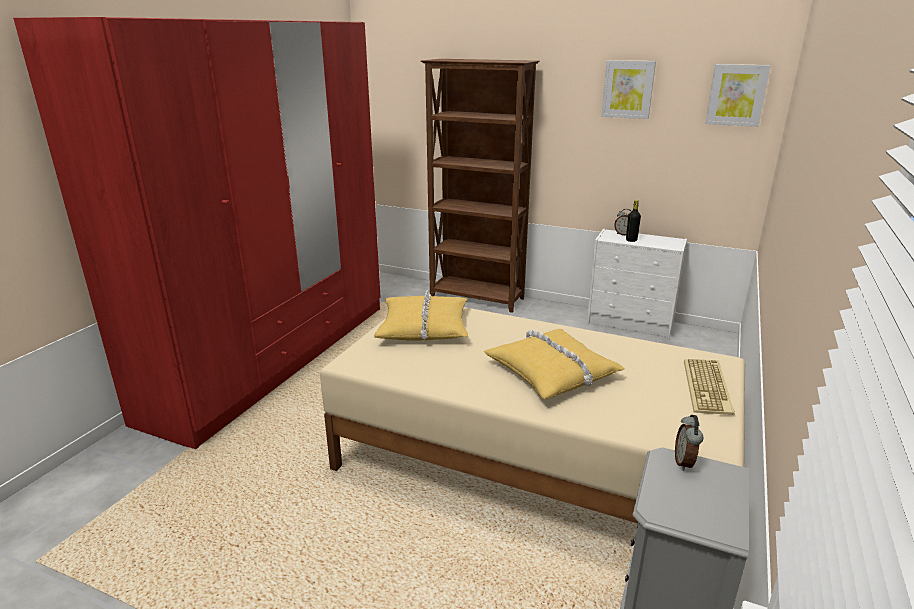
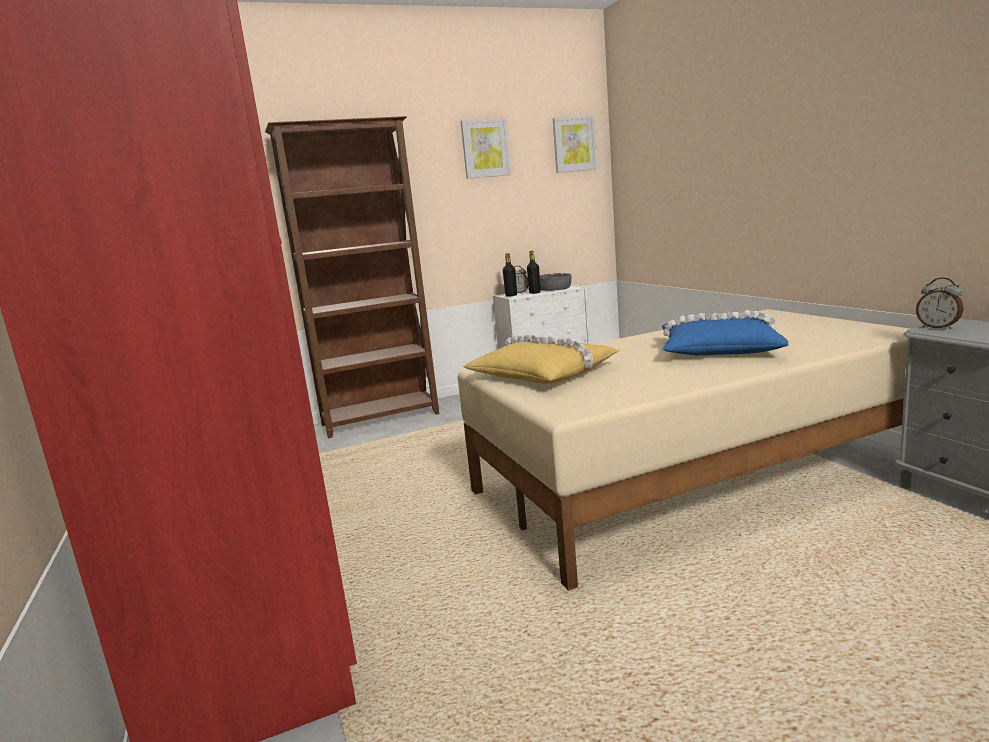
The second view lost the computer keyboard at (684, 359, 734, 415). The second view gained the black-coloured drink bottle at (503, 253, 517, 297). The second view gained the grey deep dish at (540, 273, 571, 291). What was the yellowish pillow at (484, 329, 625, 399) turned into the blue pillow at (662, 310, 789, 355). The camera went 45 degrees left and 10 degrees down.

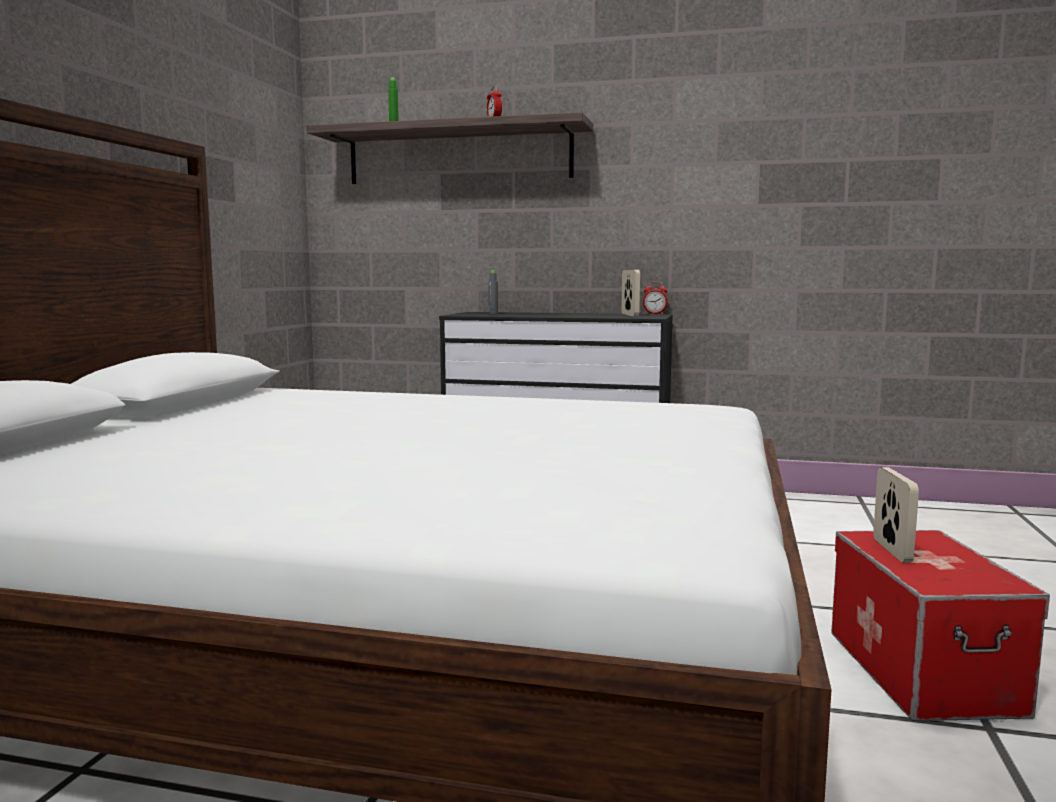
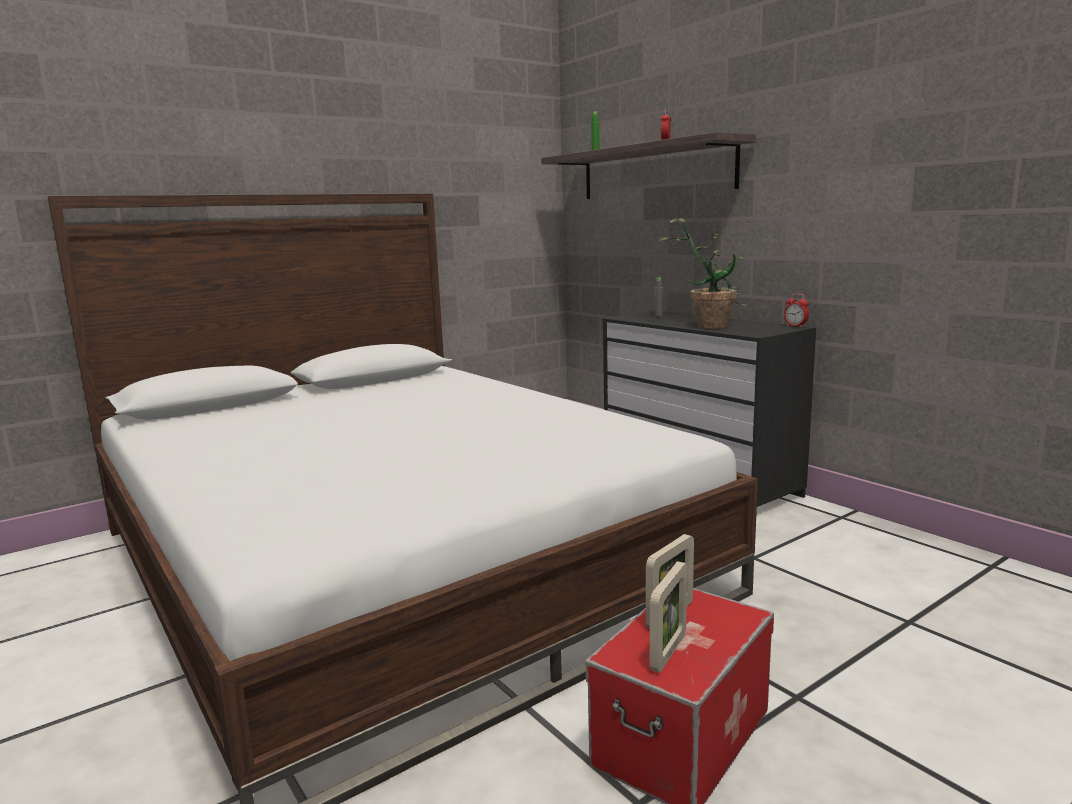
The second view gained the houseplant at (658, 218, 748, 329). The standing frame ended up elsewhere, having gone from (621, 270, 640, 316) to (650, 561, 687, 673). The camera went 40 degrees right and 5 degrees up.

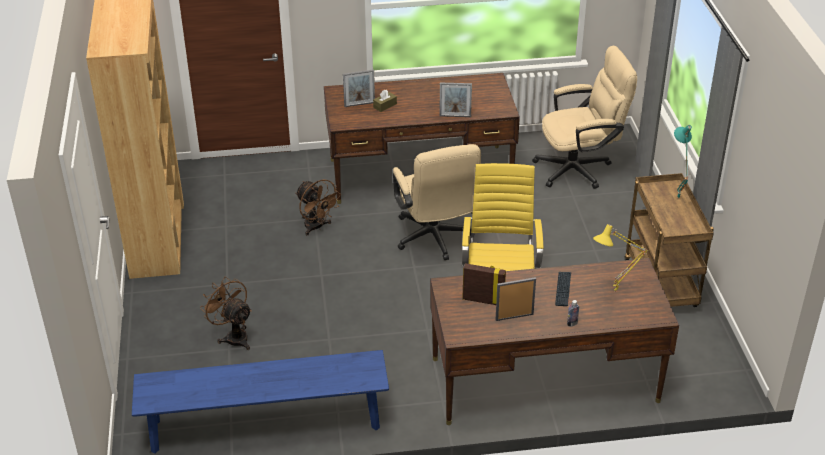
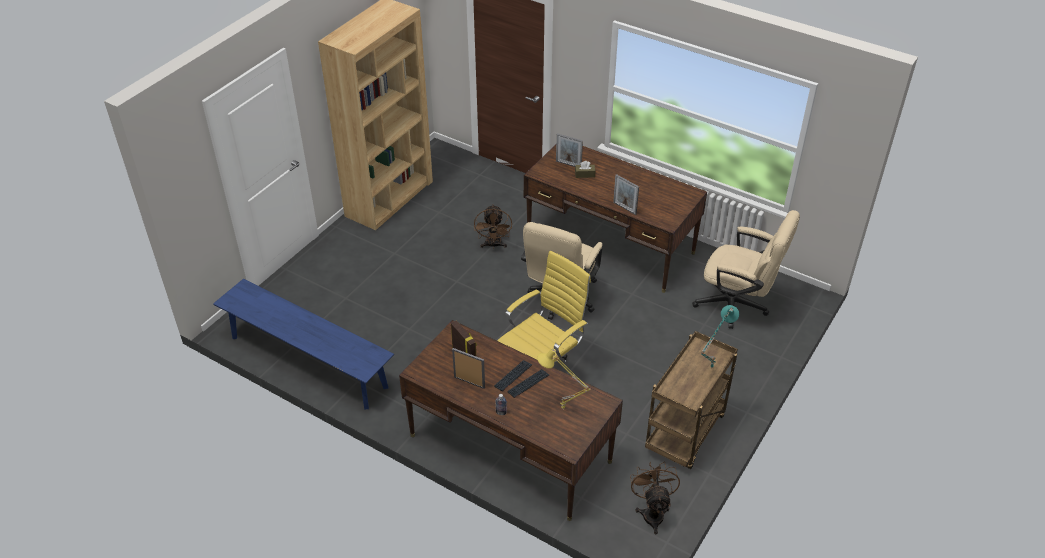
The second view gained the computer keyboard at (494, 360, 532, 391). The brownish fan ended up elsewhere, having gone from (200, 277, 252, 350) to (630, 462, 680, 534). The camera went 40 degrees right and 5 degrees up.

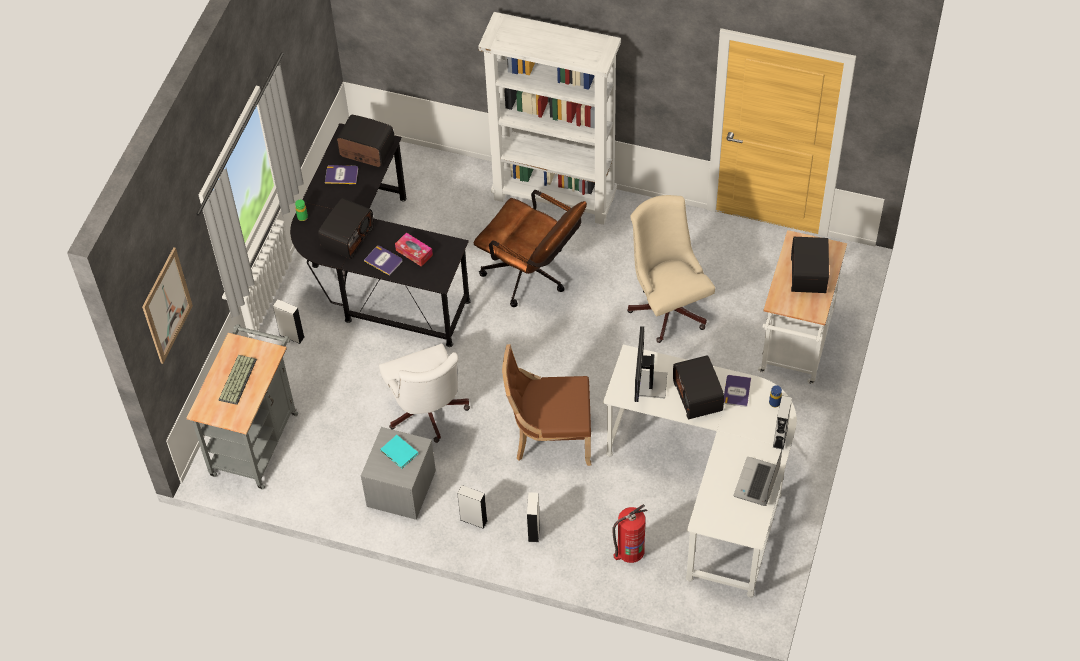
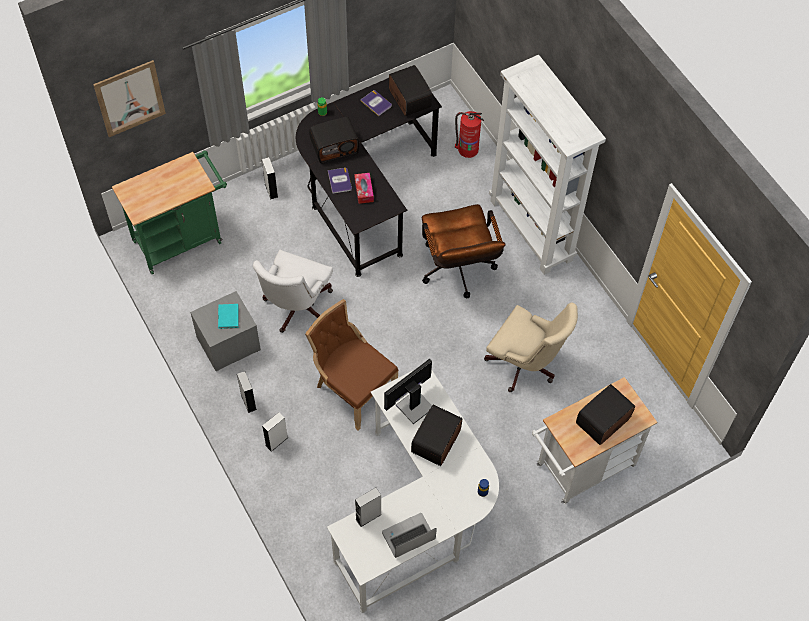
The second view lost the computer keyboard at (219, 355, 257, 405). The second view lost the volume at (724, 375, 751, 407). The extinguisher ended up elsewhere, having gone from (612, 504, 647, 563) to (455, 111, 484, 158). The grey speaker ended up elsewhere, having gone from (773, 396, 792, 449) to (355, 488, 382, 527). What was the grey trolley at (187, 324, 298, 490) turned into the greenish trolley at (112, 151, 227, 274). The sand-coloured desk chair at (627, 195, 715, 343) ended up facing another way, 105 degrees clockwise from before. The camera went 40 degrees right and 5 degrees up.

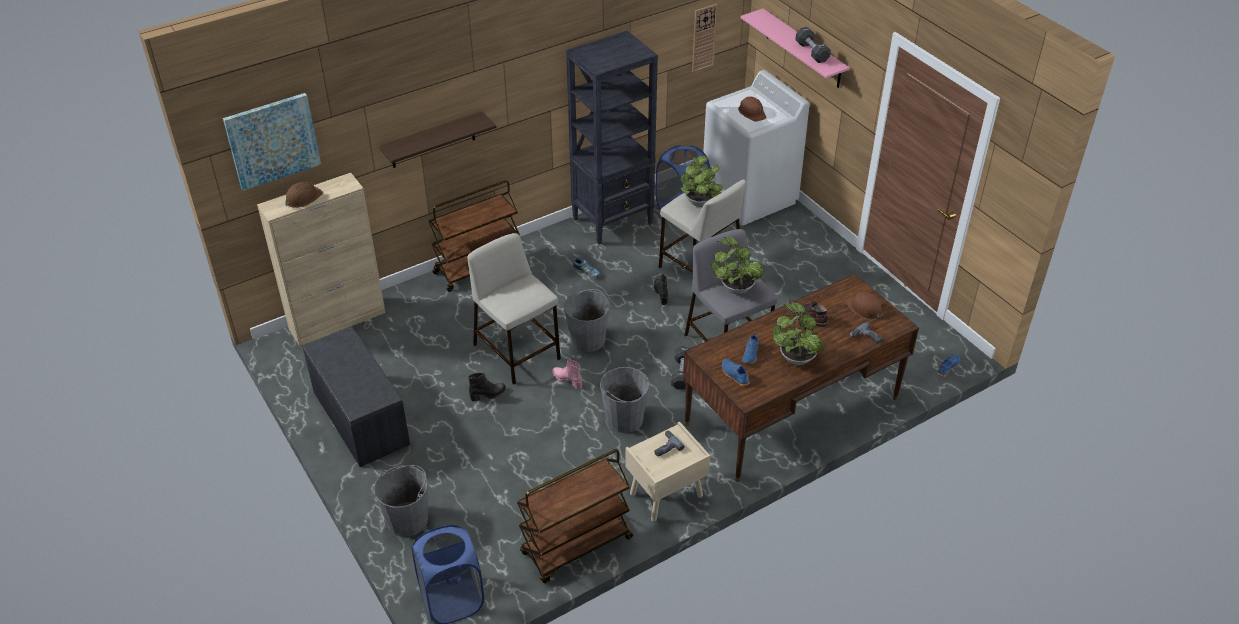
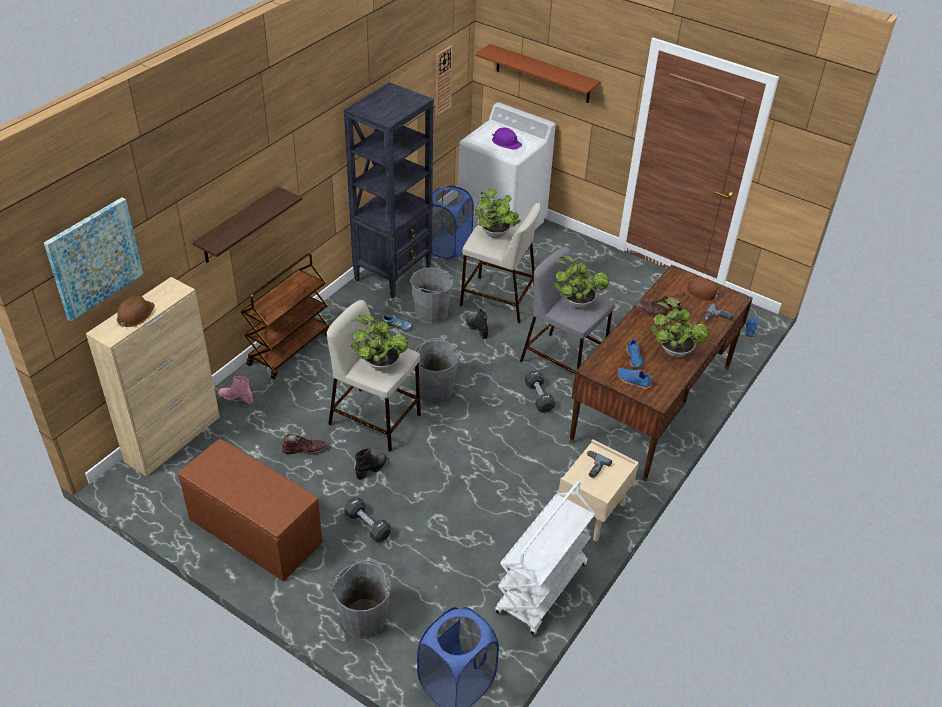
The second view gained the brownish tall boot at (281, 434, 329, 454). The second view gained the houseplant at (351, 314, 408, 371). The pinkish tall boot ended up elsewhere, having gone from (552, 359, 582, 390) to (218, 375, 253, 403). The grey water bucket ended up elsewhere, having gone from (600, 367, 650, 433) to (410, 267, 453, 324). The black-coloured free weight ended up elsewhere, having gone from (795, 27, 831, 63) to (344, 497, 391, 542). What was the grey bench at (303, 327, 410, 467) turned into the brownish bench at (178, 439, 323, 582). What was the brownish trolley at (517, 449, 633, 583) turned into the white trolley at (495, 481, 595, 635). What was the brownish safety helmet at (738, 97, 766, 122) turned into the purple-coloured safety helmet at (492, 128, 522, 150). What was the pinkish bracket shelf at (740, 9, 850, 88) turned into the brownish bracket shelf at (475, 44, 601, 103). The camera went 25 degrees left and 0 degrees up.

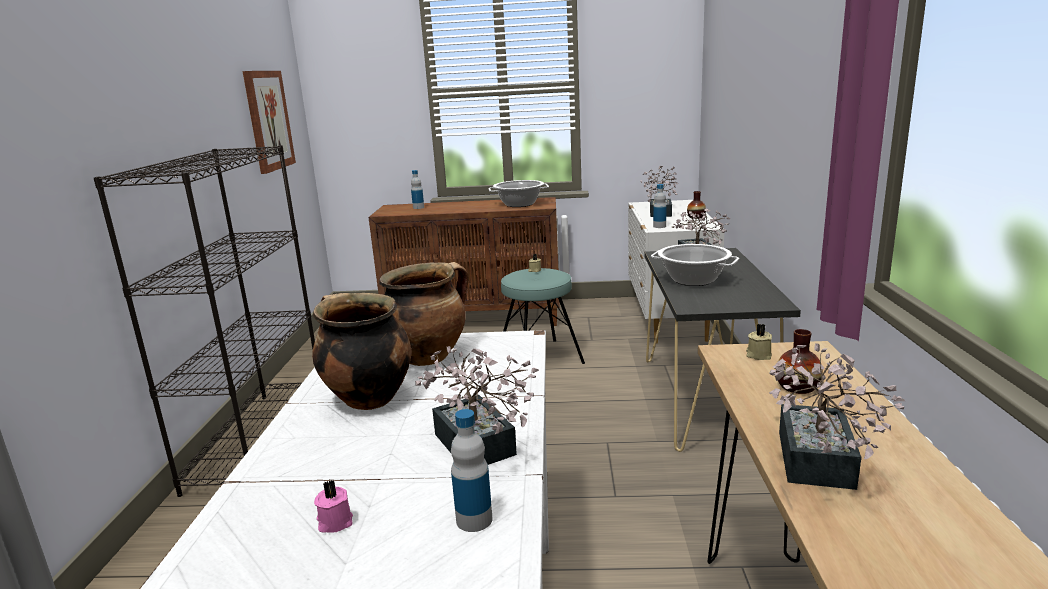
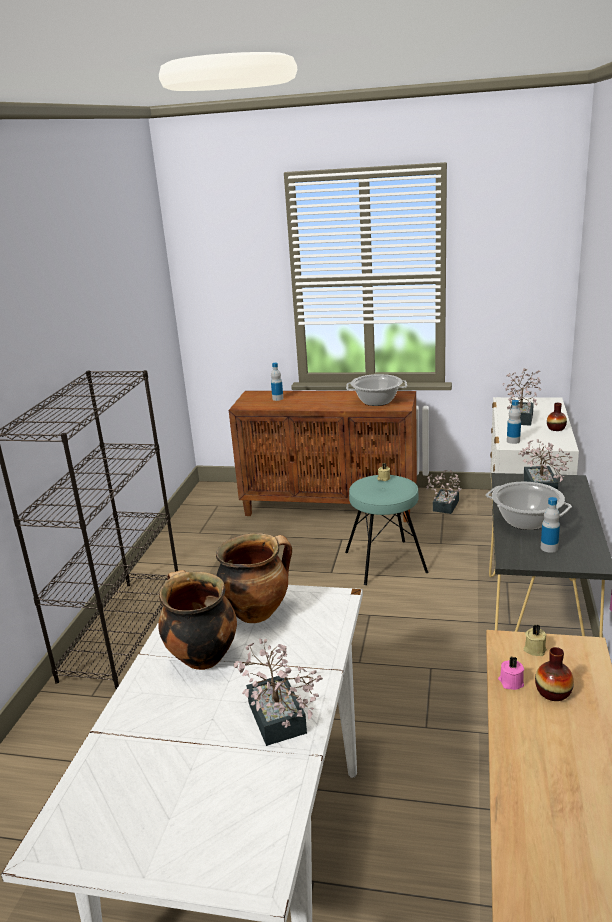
The second view lost the wall picture at (243, 71, 296, 174). The pinkish wax light ended up elsewhere, having gone from (314, 480, 353, 533) to (498, 657, 524, 690). The drink bottle ended up elsewhere, having gone from (451, 409, 492, 532) to (541, 497, 560, 553). The houseplant ended up elsewhere, having gone from (769, 343, 905, 490) to (426, 470, 461, 514). The camera went 10 degrees right and 5 degrees up.

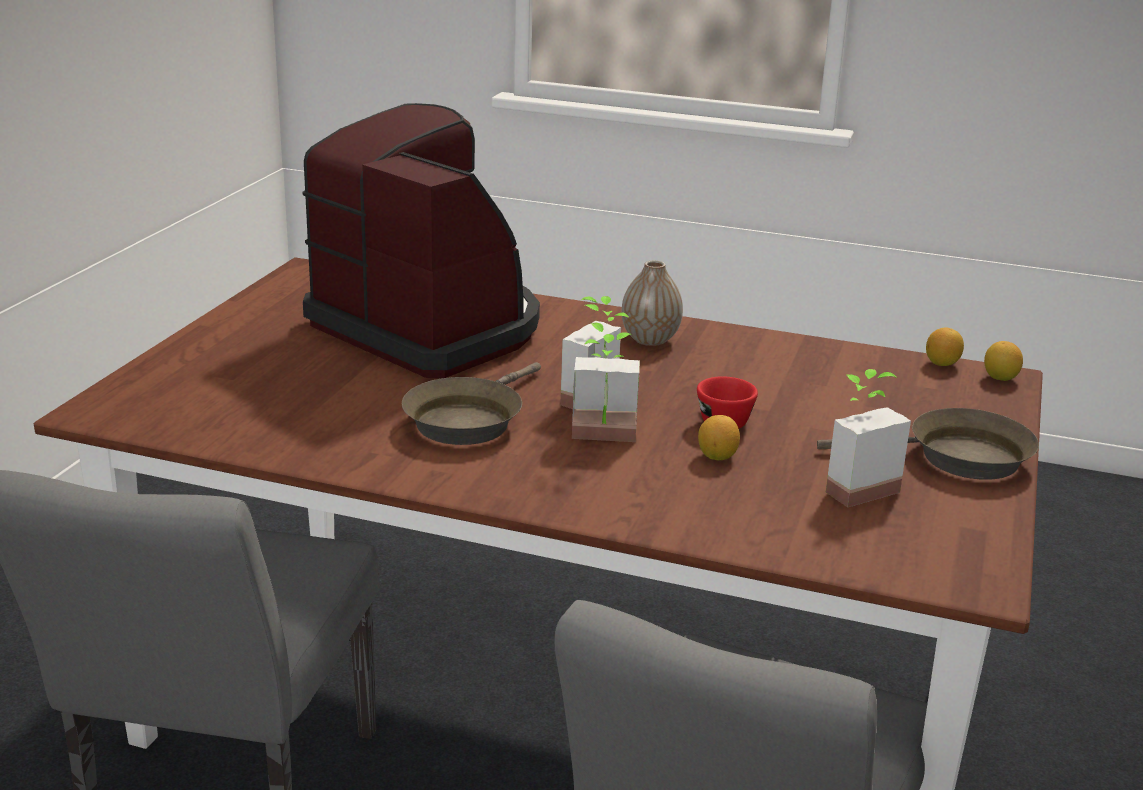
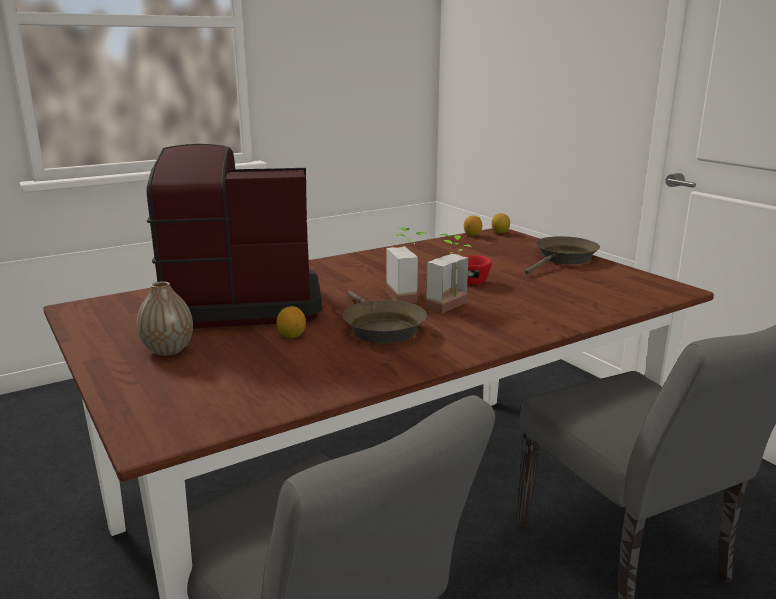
The second view lost the houseplant at (826, 369, 911, 508). The decorative vase ended up elsewhere, having gone from (622, 261, 683, 346) to (137, 281, 193, 356). The citrus fruit ended up elsewhere, having gone from (698, 415, 740, 460) to (277, 306, 306, 338). The camera went 50 degrees left and 5 degrees down.

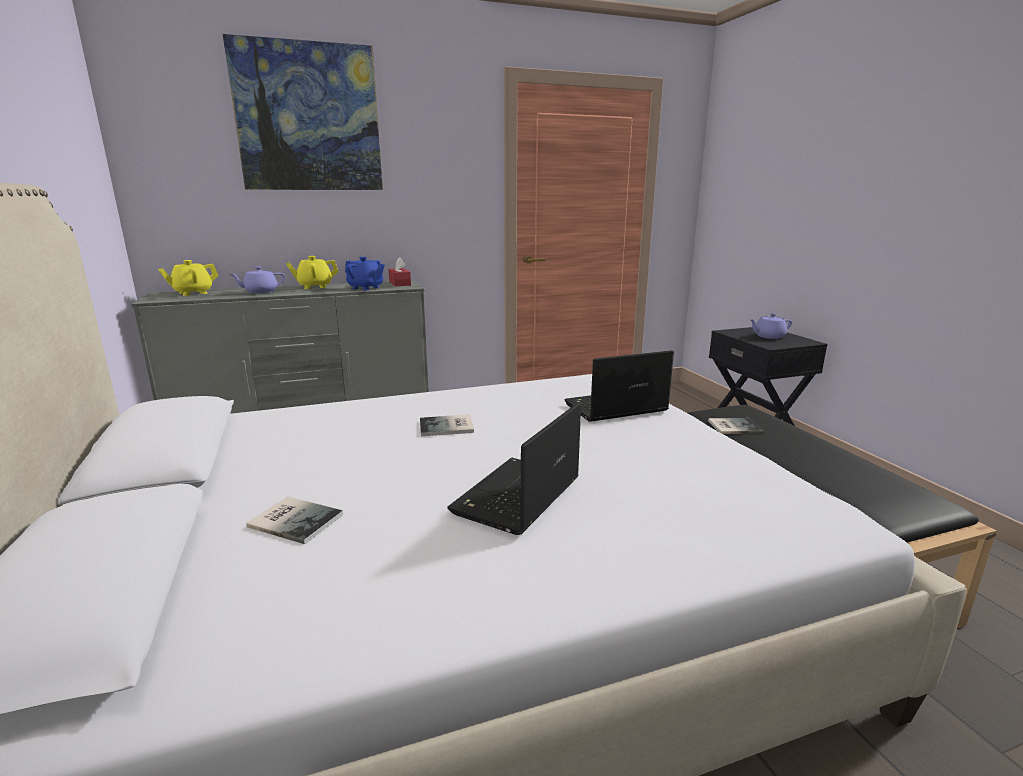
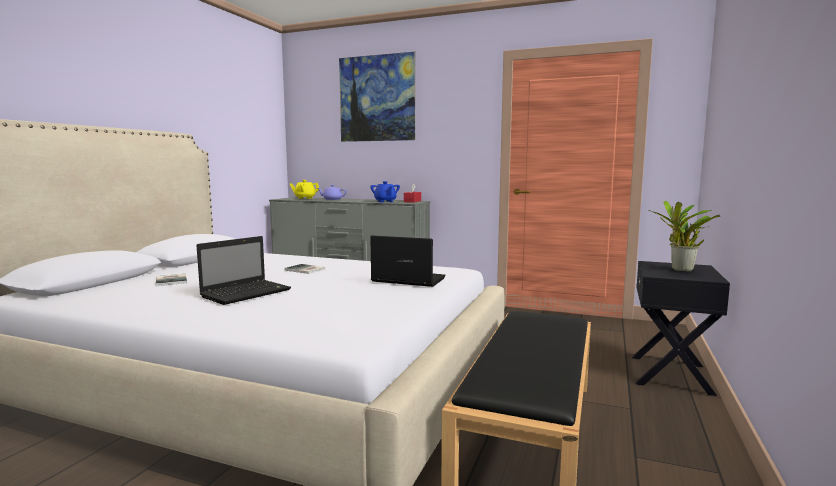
The second view lost the yellowish tea pot at (286, 256, 339, 289). The second view lost the volume at (708, 418, 764, 434). Where the purple-coloured tea pot stood at (749, 313, 792, 339), the houseplant came to stand at (648, 201, 720, 272). The notebook computer at (447, 402, 581, 535) ended up facing another way, 150 degrees clockwise from before. The camera went 40 degrees right and 10 degrees down.

